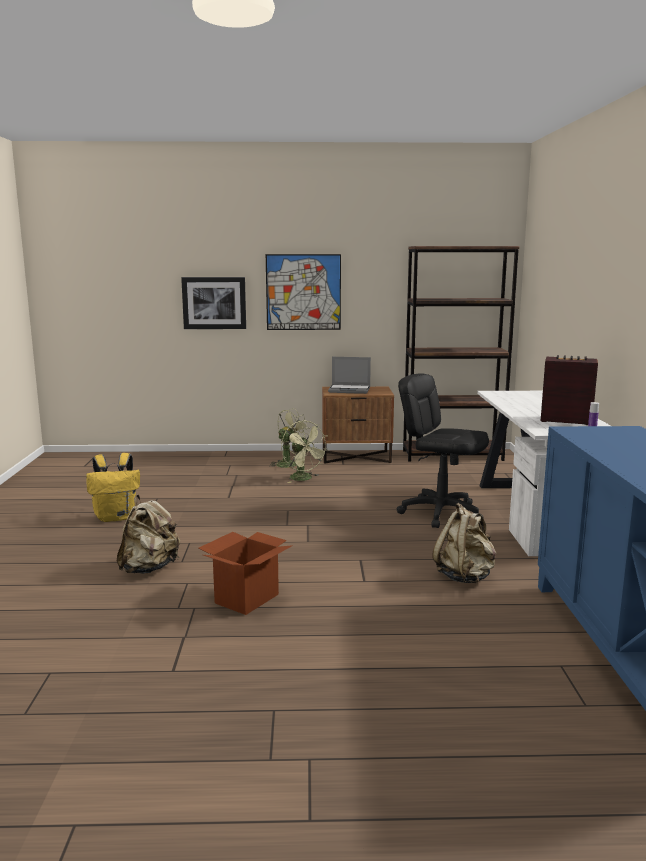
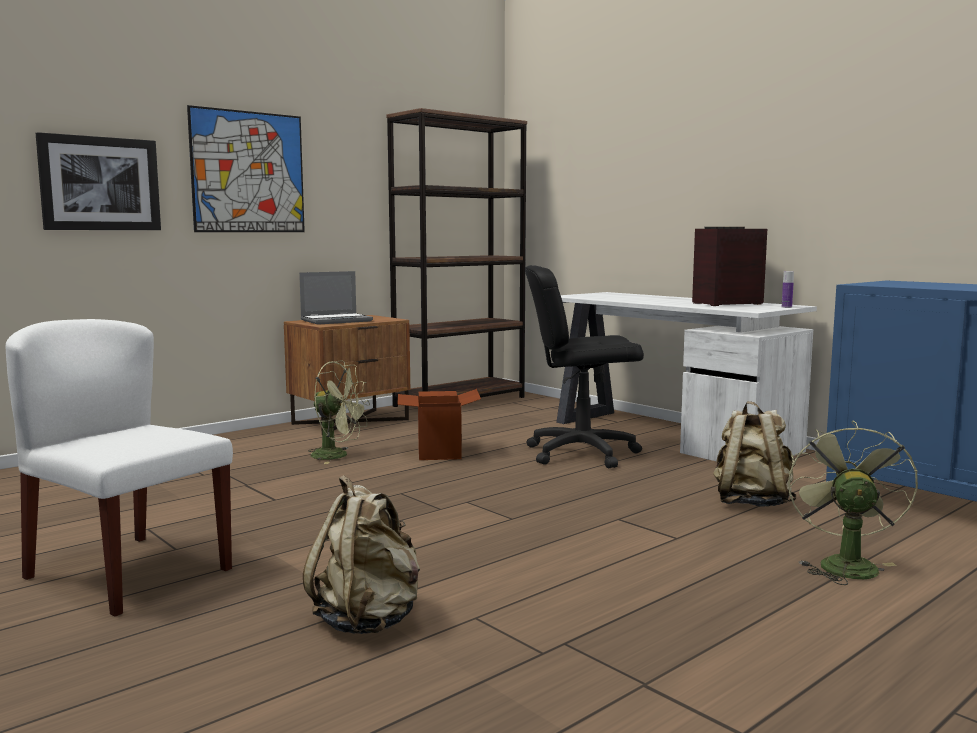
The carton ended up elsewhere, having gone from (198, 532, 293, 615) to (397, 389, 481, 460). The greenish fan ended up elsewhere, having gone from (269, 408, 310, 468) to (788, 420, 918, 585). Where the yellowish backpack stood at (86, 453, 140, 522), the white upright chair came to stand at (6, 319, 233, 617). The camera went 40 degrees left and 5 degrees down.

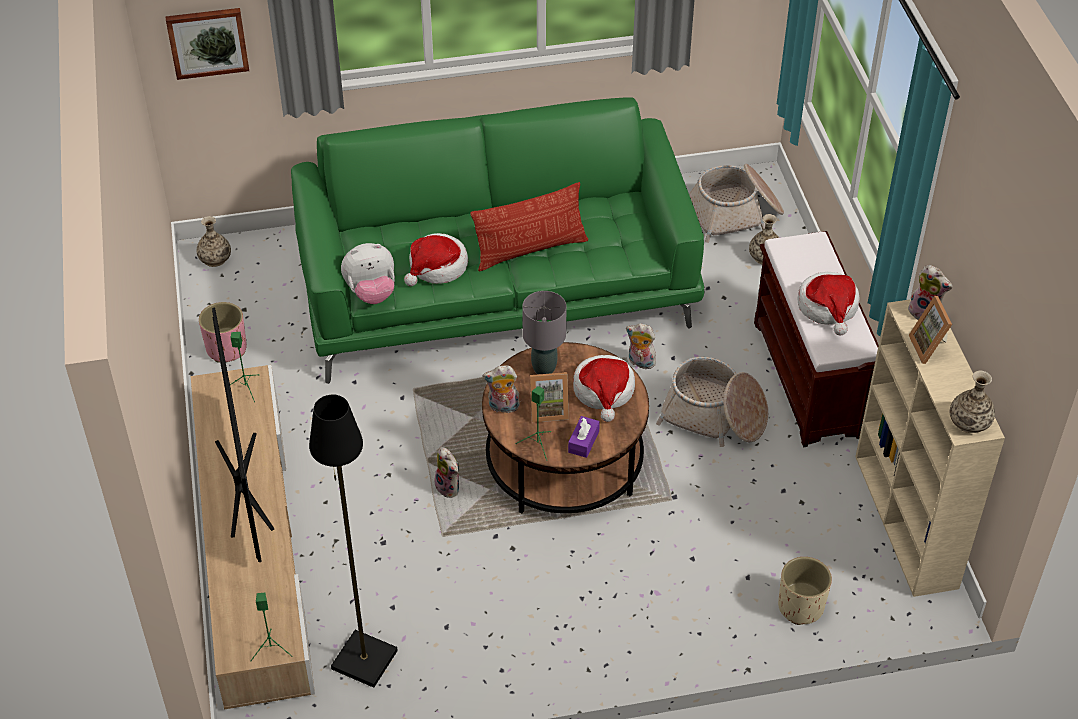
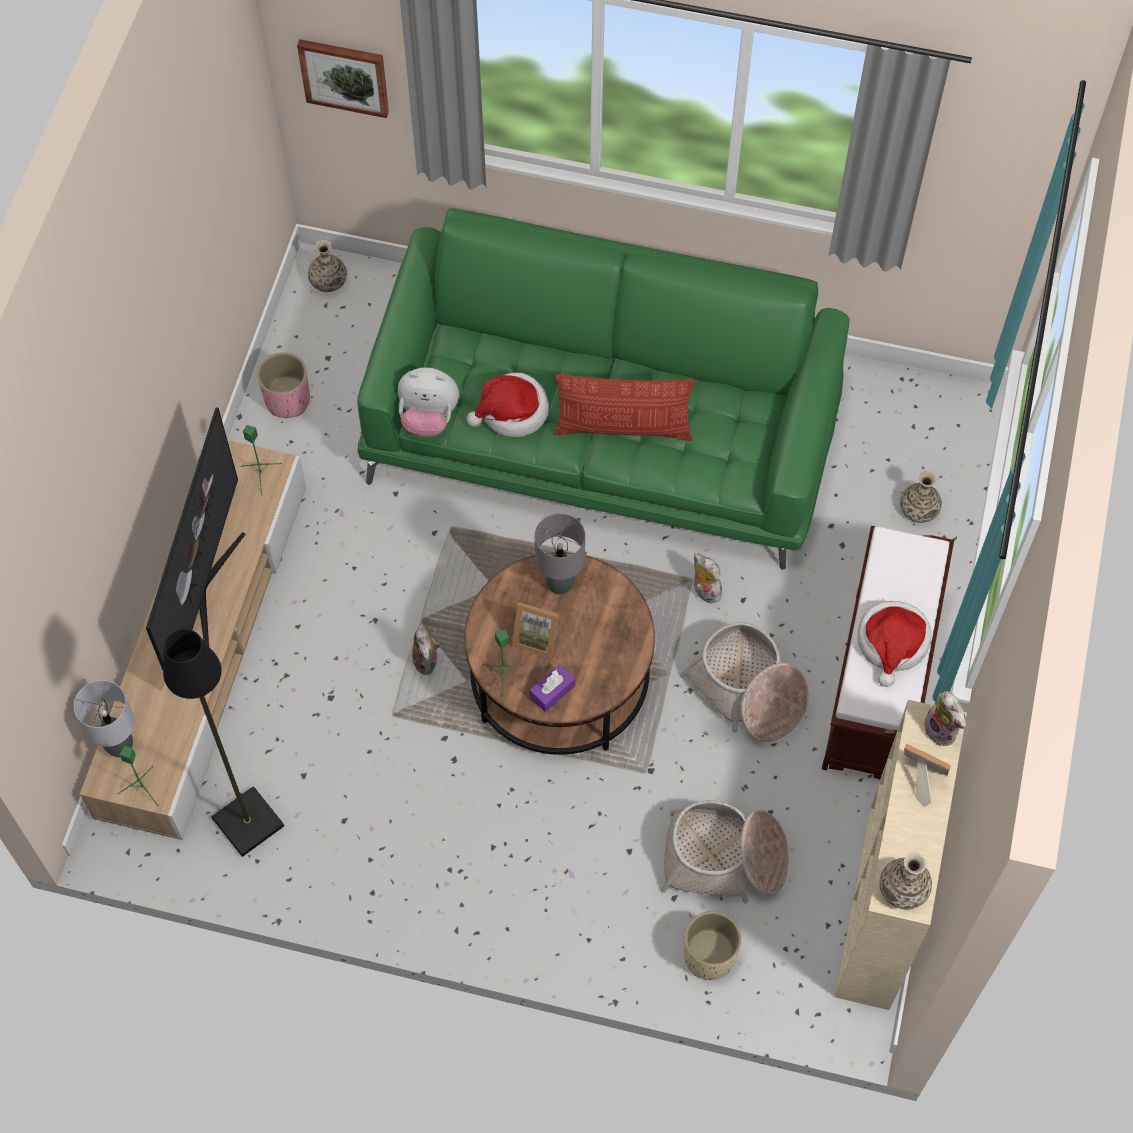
The second view lost the cuddly toy at (482, 365, 520, 413). The second view lost the hat at (573, 355, 635, 422). The second view gained the grey tabletop lamp at (74, 680, 135, 757). The storage basket ended up elsewhere, having gone from (689, 164, 784, 243) to (661, 800, 789, 903). The standing frame at (909, 296, 952, 364) ended up facing another way, 105 degrees clockwise from before. The camera went 25 degrees right and 15 degrees up.

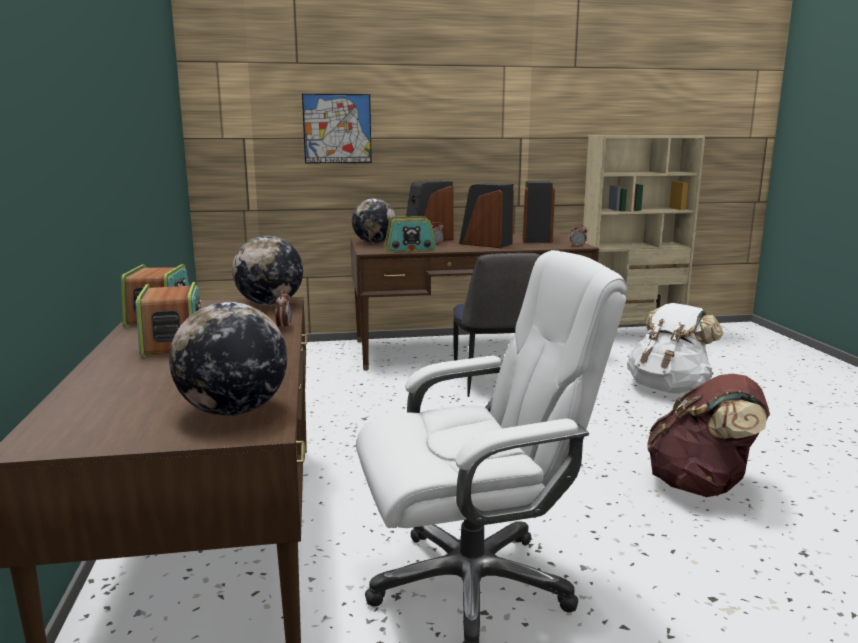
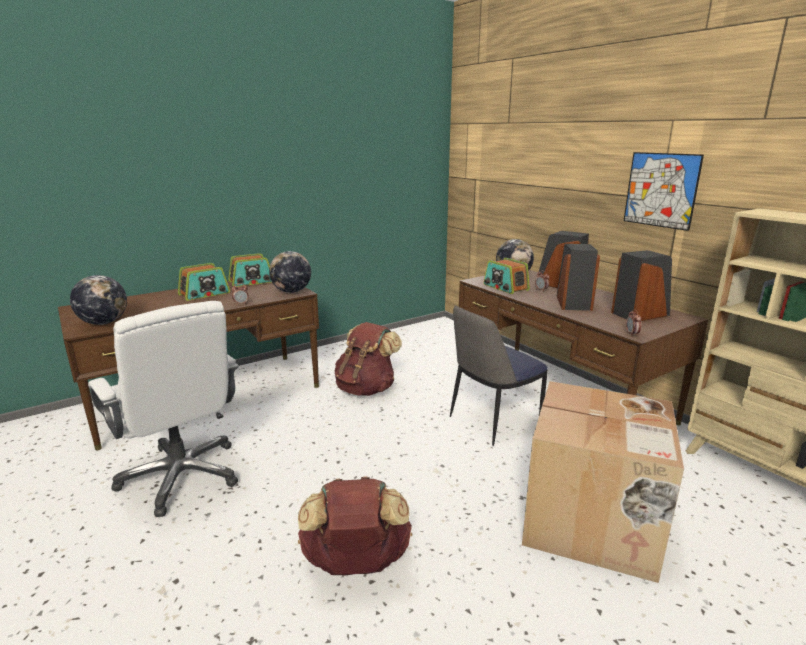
The second view gained the brownish backpack at (335, 322, 402, 396). The wall picture ended up elsewhere, having gone from (302, 94, 372, 163) to (624, 152, 704, 231). Where the white backpack stood at (627, 303, 723, 394), the carton came to stand at (522, 381, 684, 583). The camera went 65 degrees right and 5 degrees up.

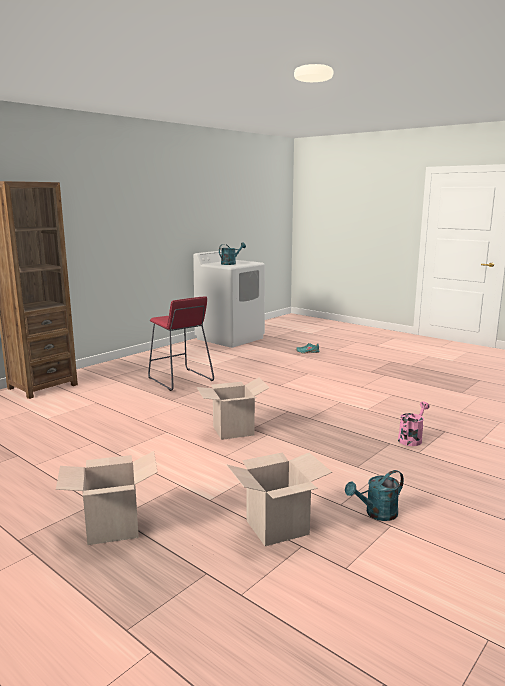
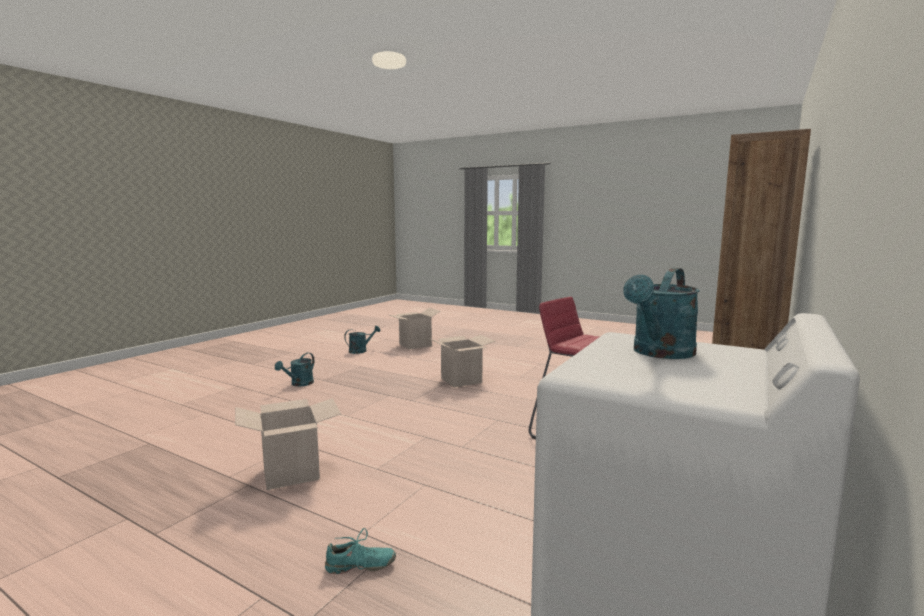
The carton ended up elsewhere, having gone from (56, 451, 158, 545) to (235, 398, 341, 490). What was the pinkish watering can at (398, 401, 430, 446) turned into the turquoise-coloured watering can at (275, 353, 314, 386). The camera went 170 degrees right and 5 degrees down.

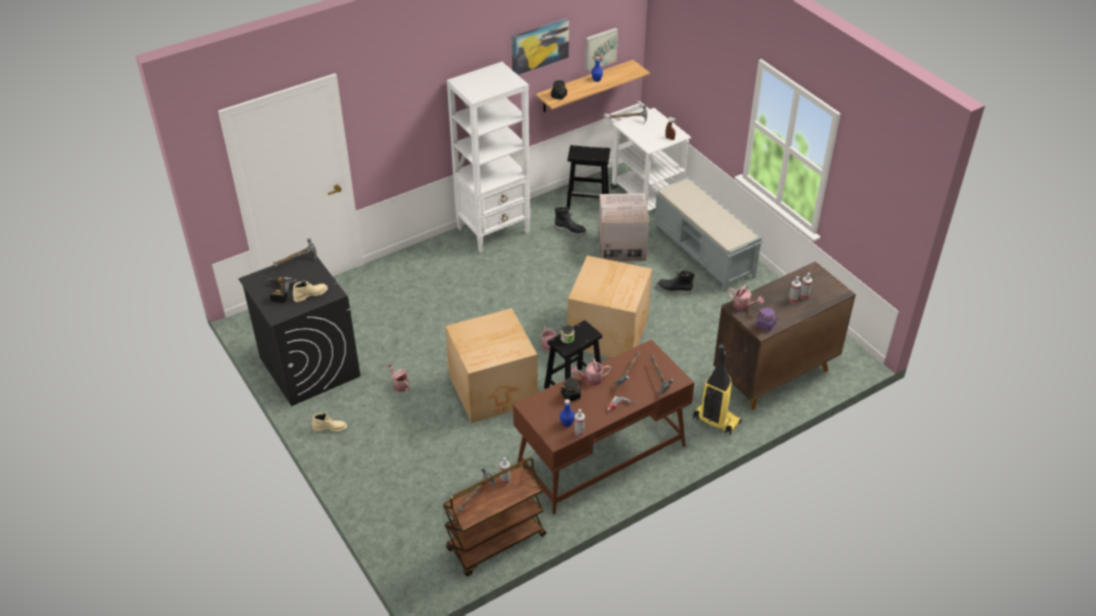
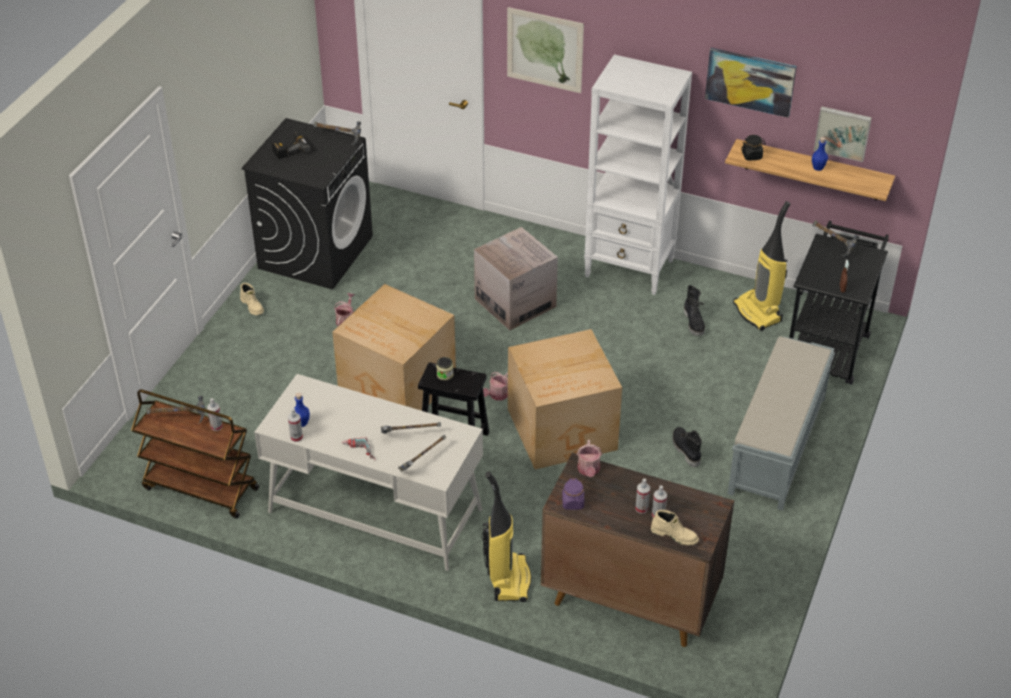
The second view lost the black-coloured jar at (561, 378, 581, 401). The second view lost the watering can at (571, 358, 611, 385). The second view gained the wall picture at (507, 7, 584, 93). The sand-coloured tall boot ended up elsewhere, having gone from (293, 281, 328, 302) to (651, 510, 699, 545). The carton ended up elsewhere, having gone from (598, 193, 649, 262) to (474, 227, 558, 330). Where the black-coloured stool stood at (567, 145, 610, 210), the hoover came to stand at (733, 201, 790, 331). What was the brownish desk table at (513, 340, 694, 515) turned into the white desk table at (254, 374, 483, 571). What was the white trolley at (604, 101, 691, 211) turned into the black-coloured trolley at (789, 221, 889, 385). The camera went 55 degrees right and 0 degrees up.

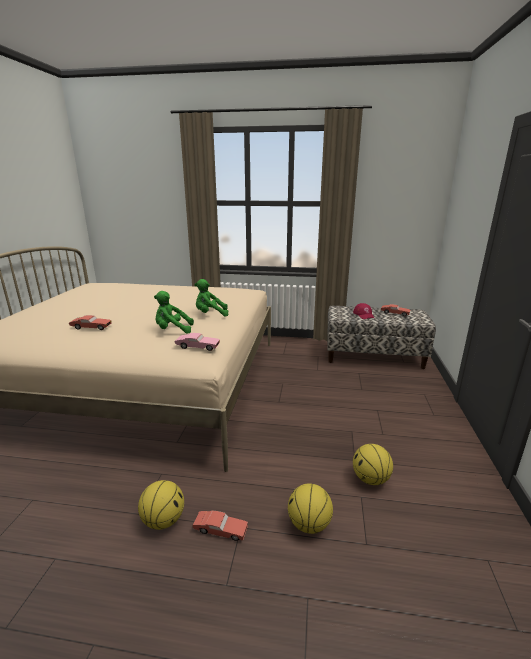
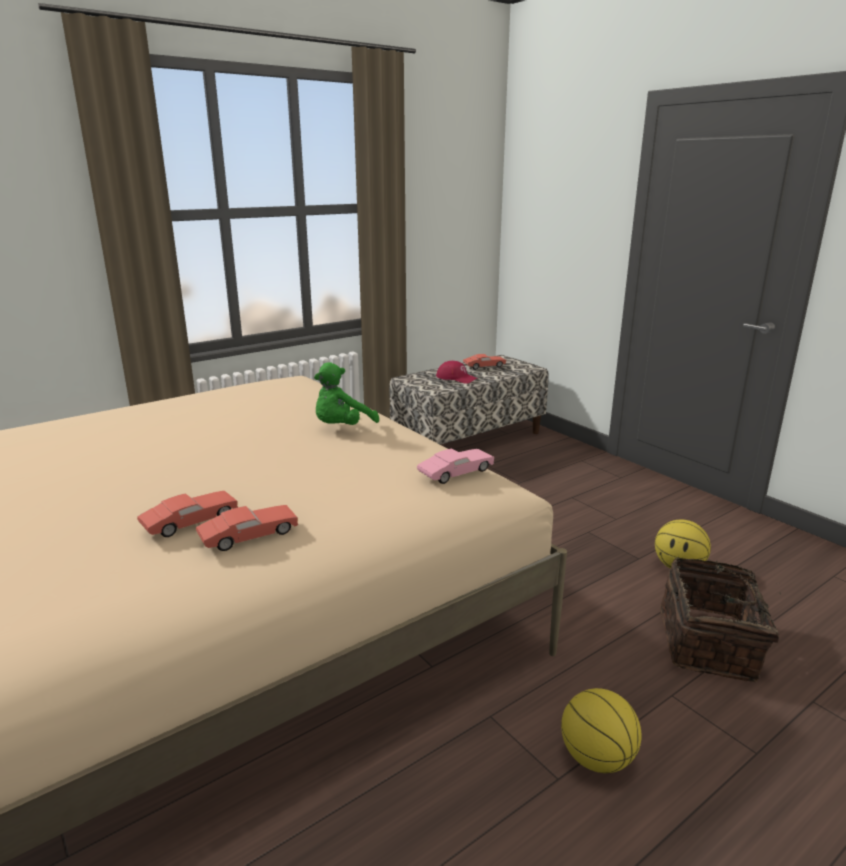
The second view lost the greenish cuddly toy at (154, 291, 194, 334). The reddish miniature car ended up elsewhere, having gone from (192, 511, 248, 541) to (196, 505, 298, 551). Where the ball for basketball stood at (288, 483, 333, 534), the storage basket came to stand at (660, 557, 781, 682). The camera went 45 degrees left and 0 degrees up.

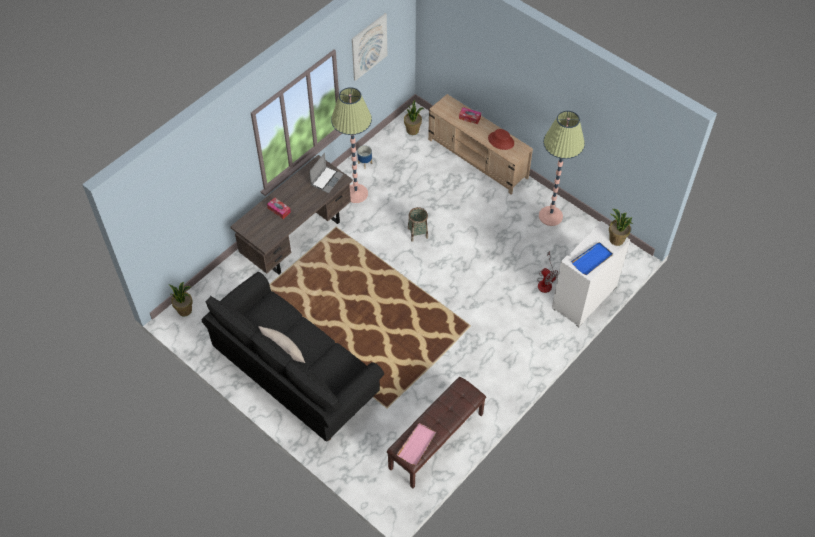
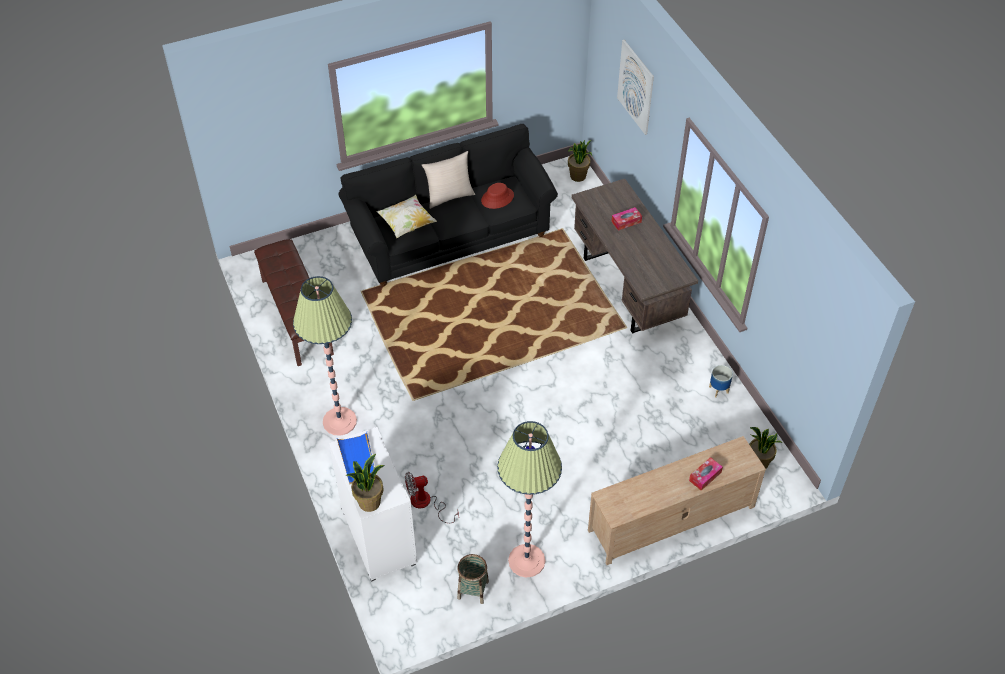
The second view lost the notebook computer at (309, 153, 343, 193). The second view lost the pinkish carrying tray at (397, 423, 436, 465). The second view gained the pillow at (376, 195, 437, 238). The standard lamp ended up elsewhere, having gone from (331, 87, 372, 203) to (293, 276, 357, 435). The wall picture ended up elsewhere, having gone from (352, 13, 387, 81) to (617, 40, 654, 135). The storage basket ended up elsewhere, having gone from (408, 207, 428, 242) to (457, 554, 489, 604). The reddish hat ended up elsewhere, having gone from (488, 129, 514, 150) to (481, 183, 514, 209). The camera went 115 degrees right and 5 degrees down.

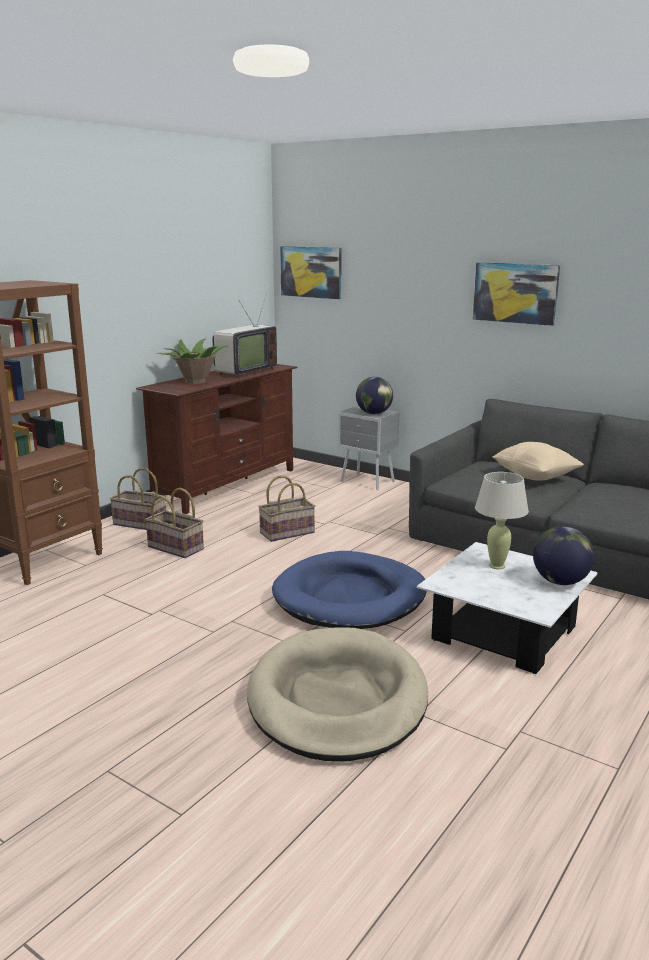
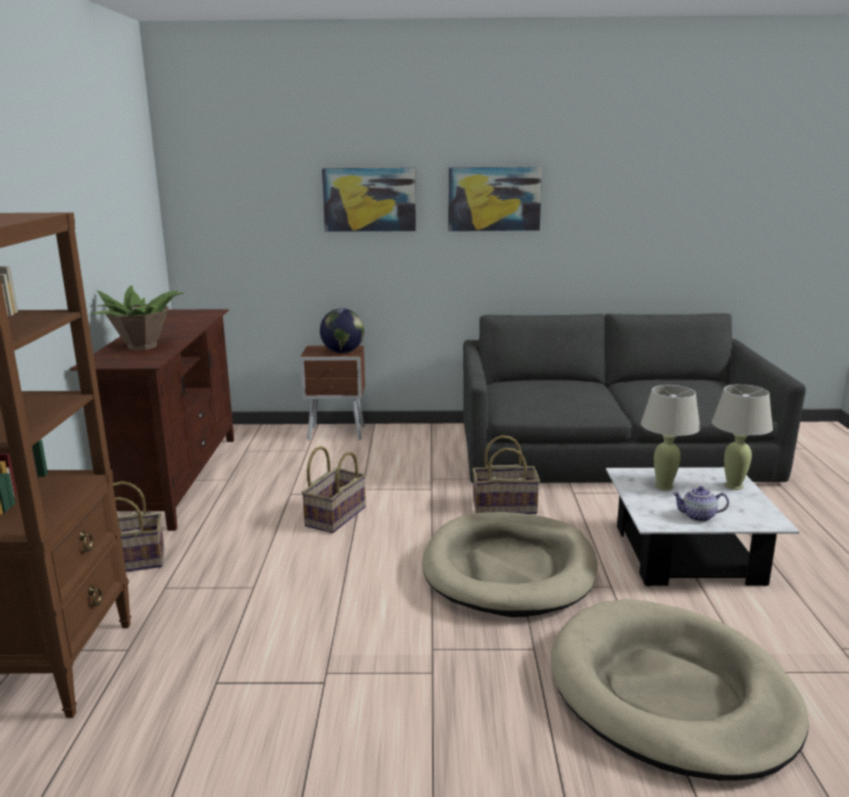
The second view lost the TV at (212, 293, 277, 378). The second view lost the sand-coloured pillow at (492, 442, 584, 481). The second view gained the tea pot at (672, 486, 729, 522). The storage basket ended up elsewhere, having gone from (145, 488, 204, 558) to (472, 435, 540, 514). The wall picture ended up elsewhere, having gone from (280, 246, 342, 299) to (322, 168, 416, 232). Where the desk globe stood at (533, 526, 594, 585), the sand-coloured tabletop lamp came to stand at (712, 384, 773, 490). What was the blue dog bed at (272, 551, 427, 629) turned into the sand-coloured dog bed at (422, 512, 597, 617). What was the grey bedside table at (338, 405, 400, 490) turned into the brownish bedside table at (300, 346, 365, 440). The camera went 35 degrees left and 0 degrees up.

